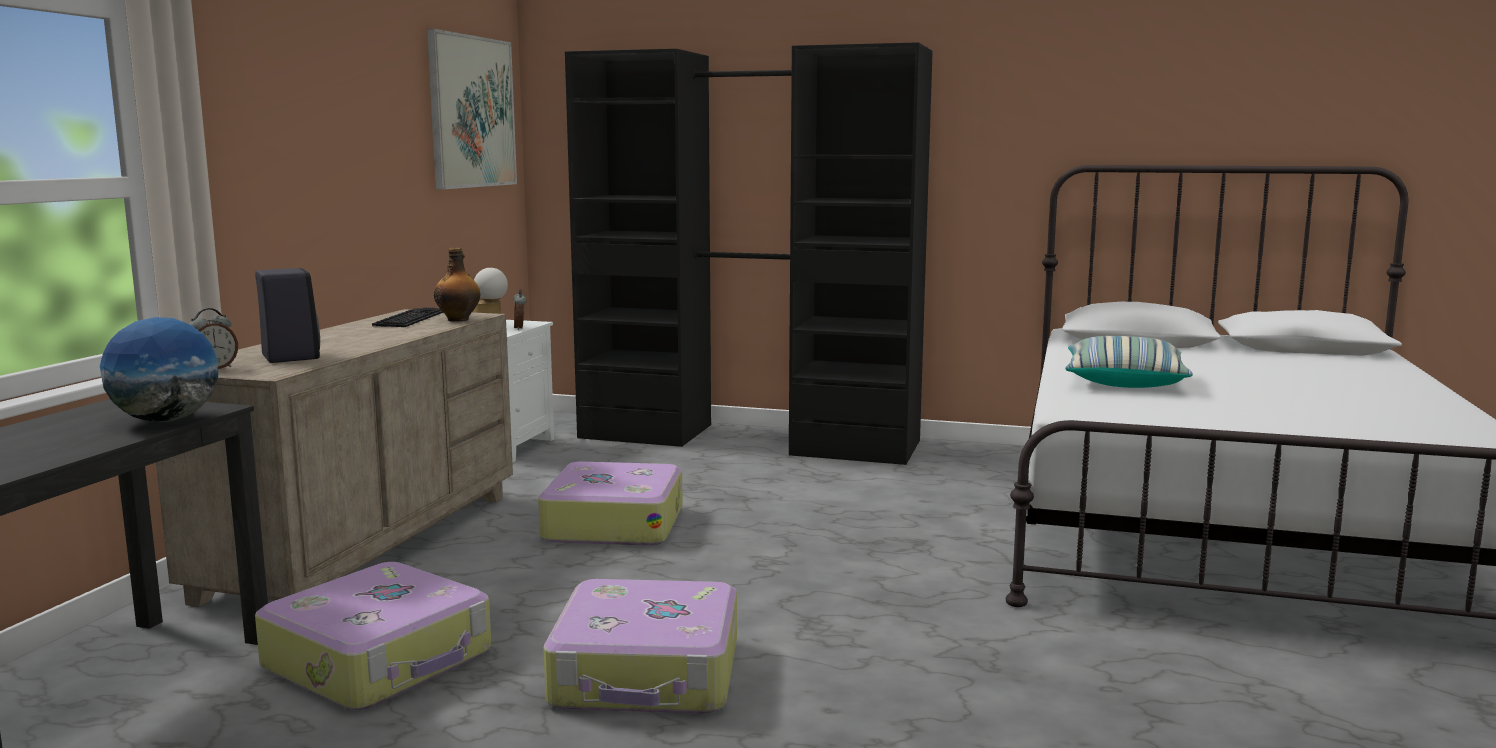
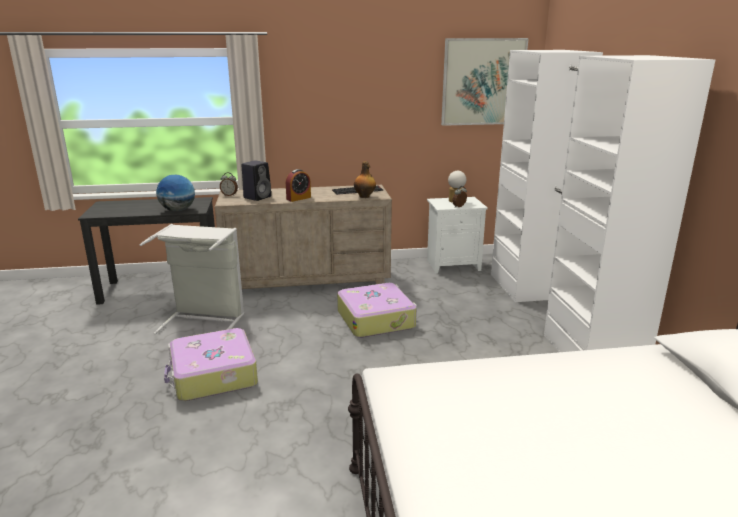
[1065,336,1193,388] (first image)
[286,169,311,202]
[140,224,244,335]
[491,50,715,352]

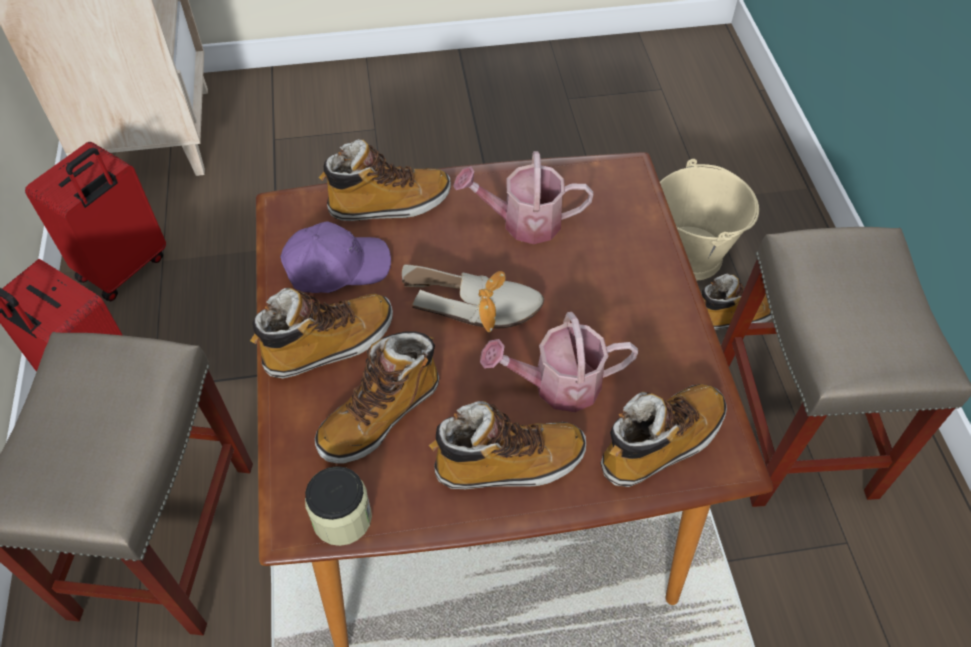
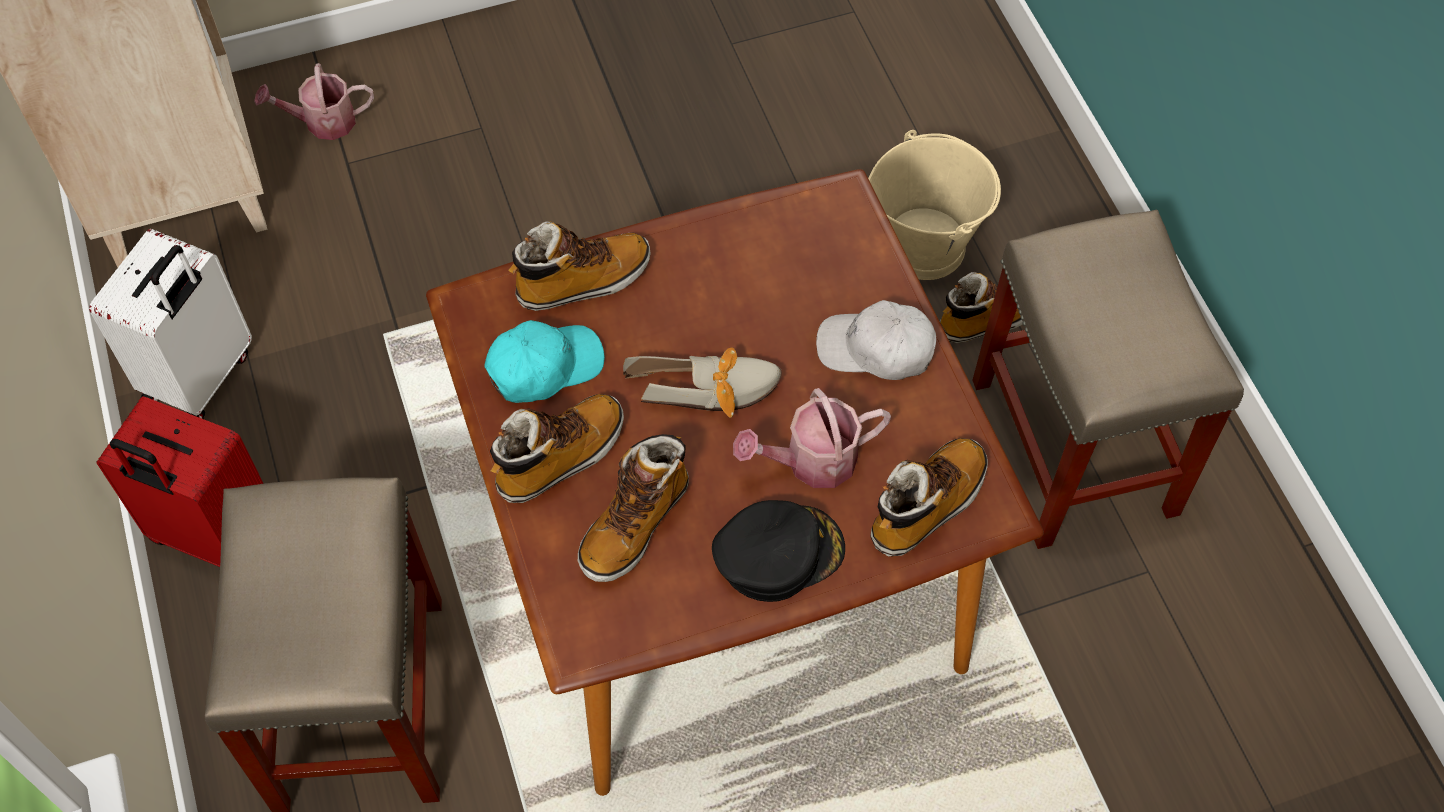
[305,466,372,546] (first image)
[816,300,936,380]
[254,63,374,140]
[712,500,845,602]
[89,229,252,419]
[484,320,605,403]

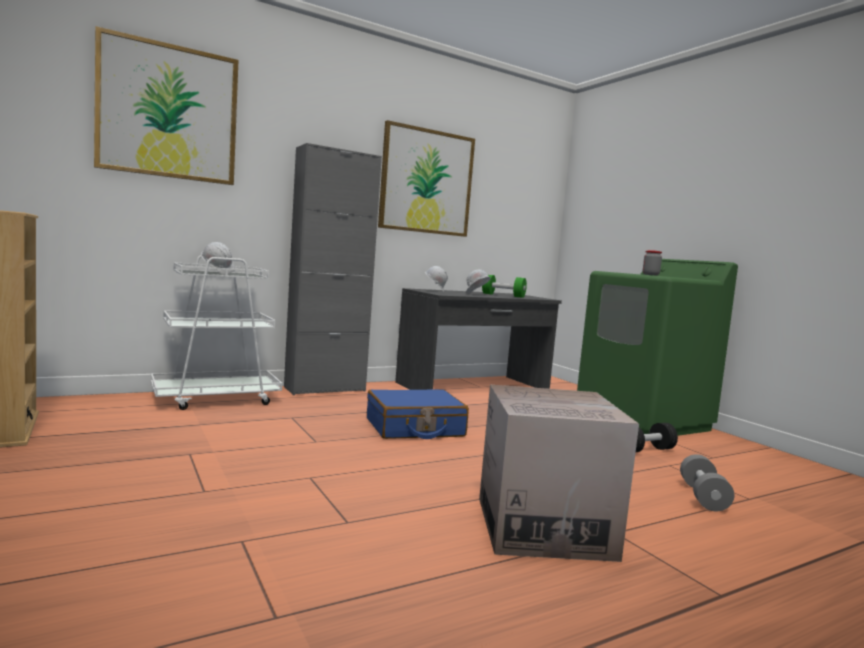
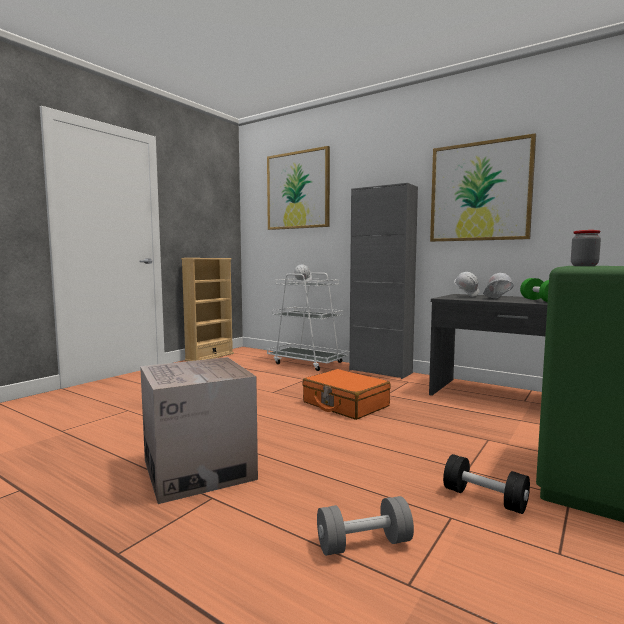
[302,369,391,420]

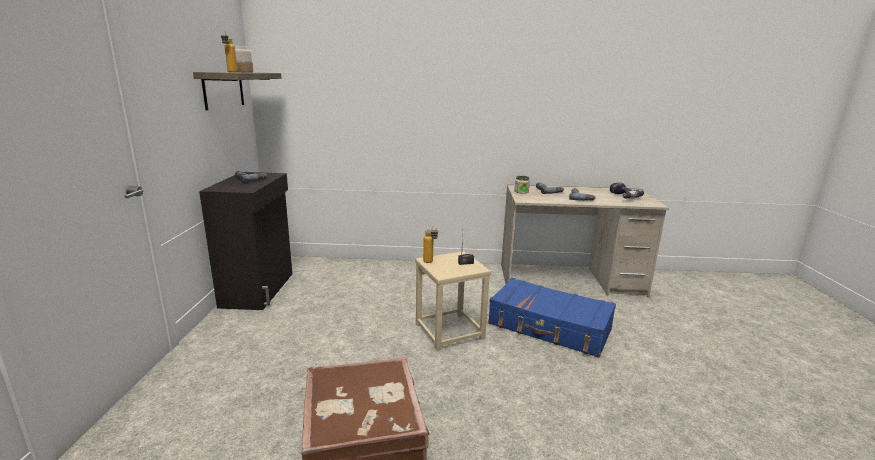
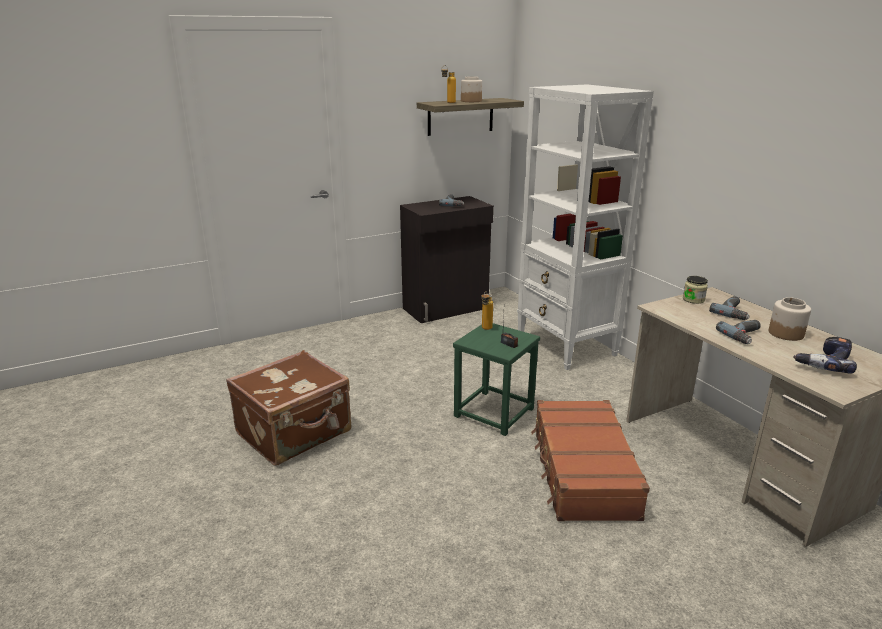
[517,84,654,370]
[769,297,811,341]
[453,323,540,436]
[531,400,650,521]

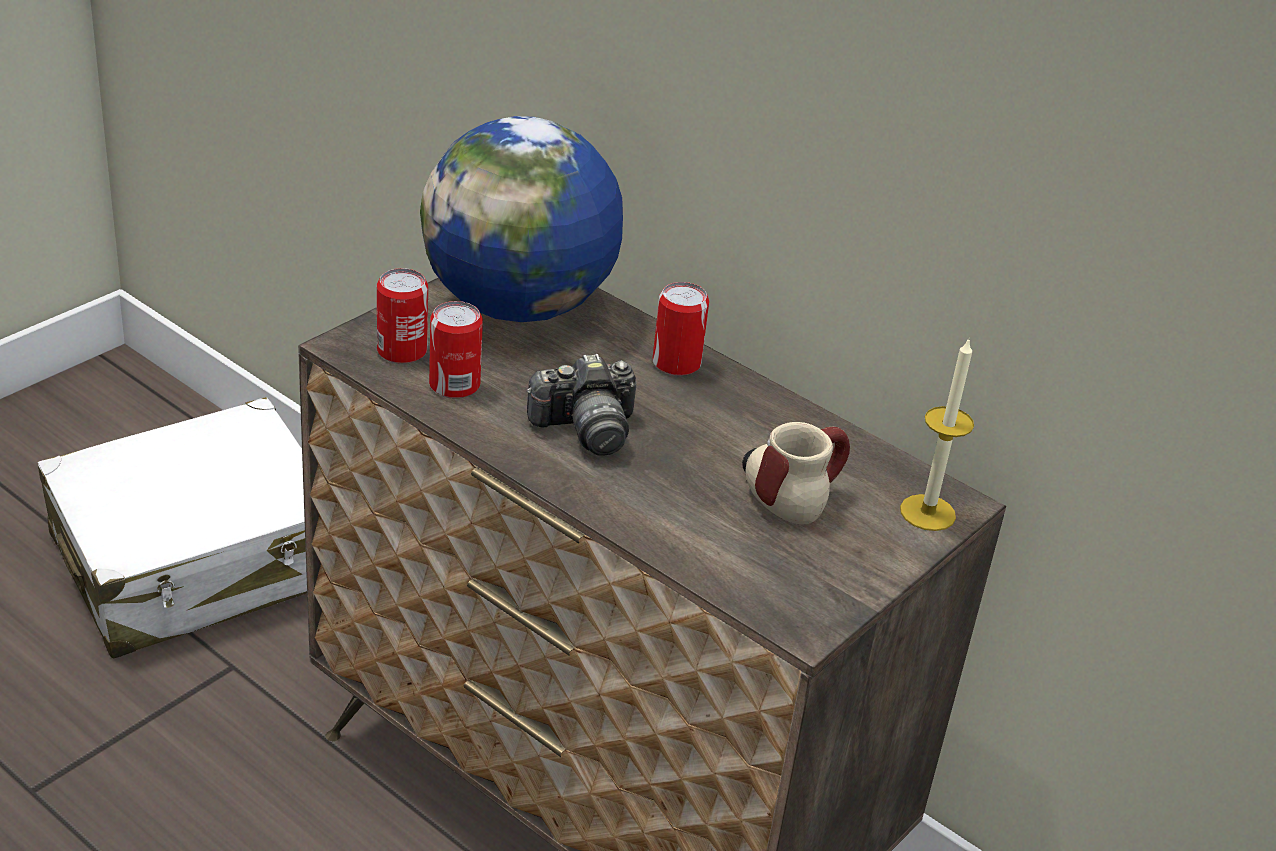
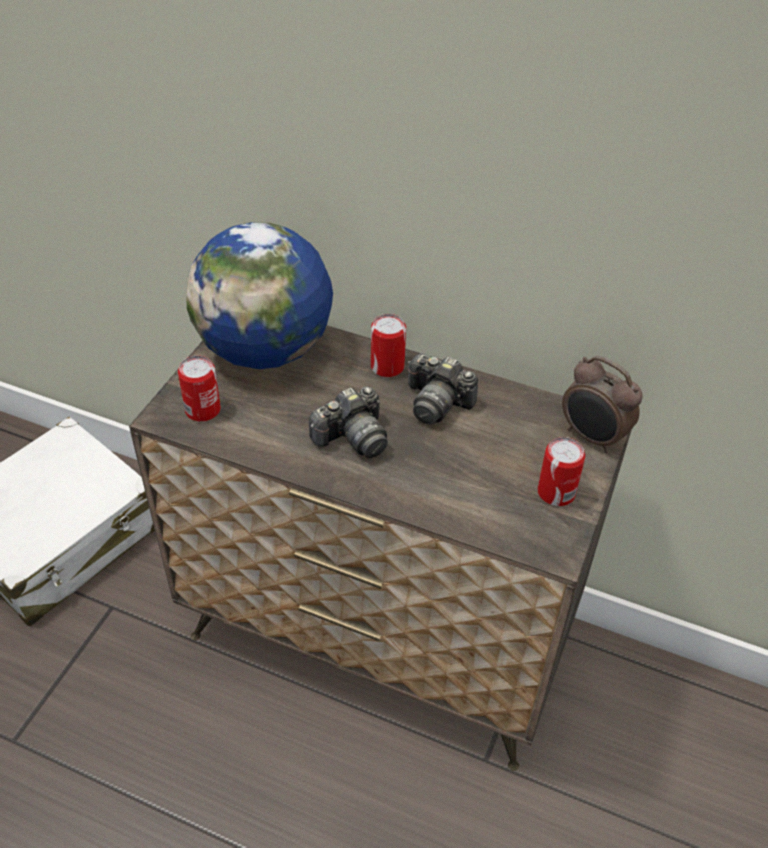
[742,422,850,525] (first image)
[408,353,478,425]
[537,437,585,506]
[562,356,643,453]

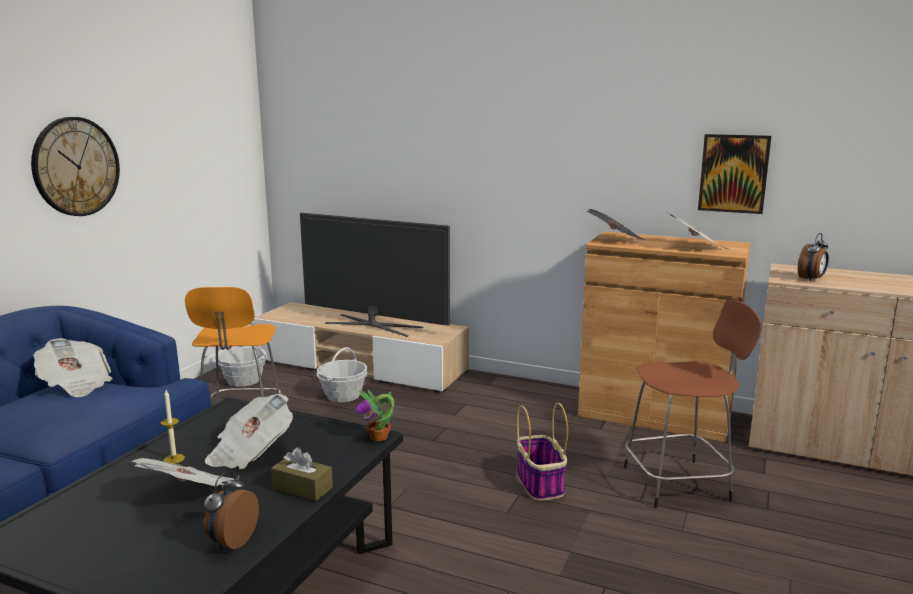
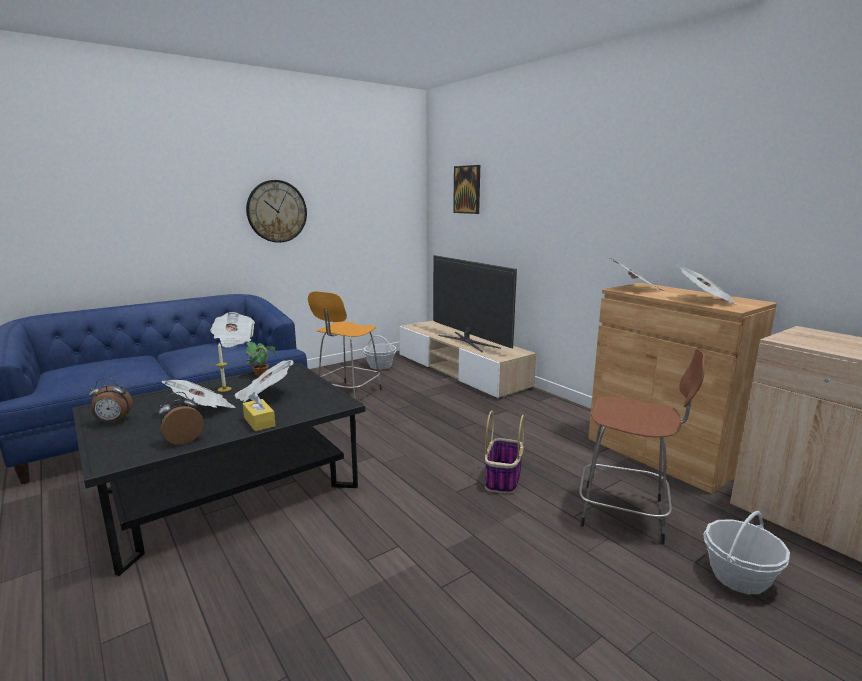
[704,511,790,594]
[245,341,275,376]
[453,165,480,214]
[88,378,133,424]
[243,392,276,431]

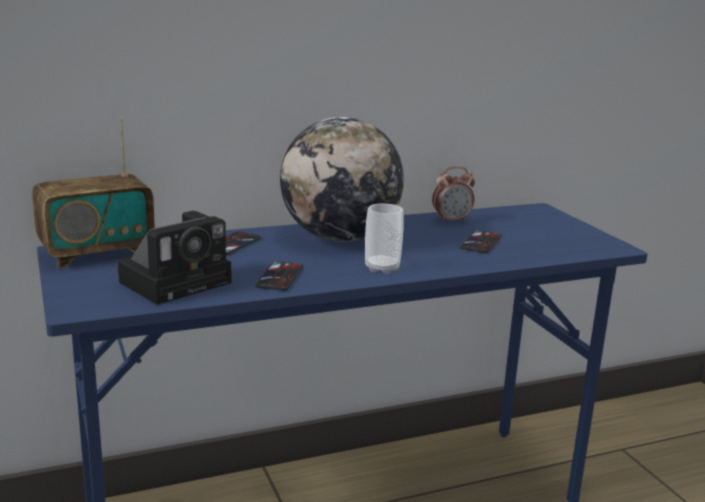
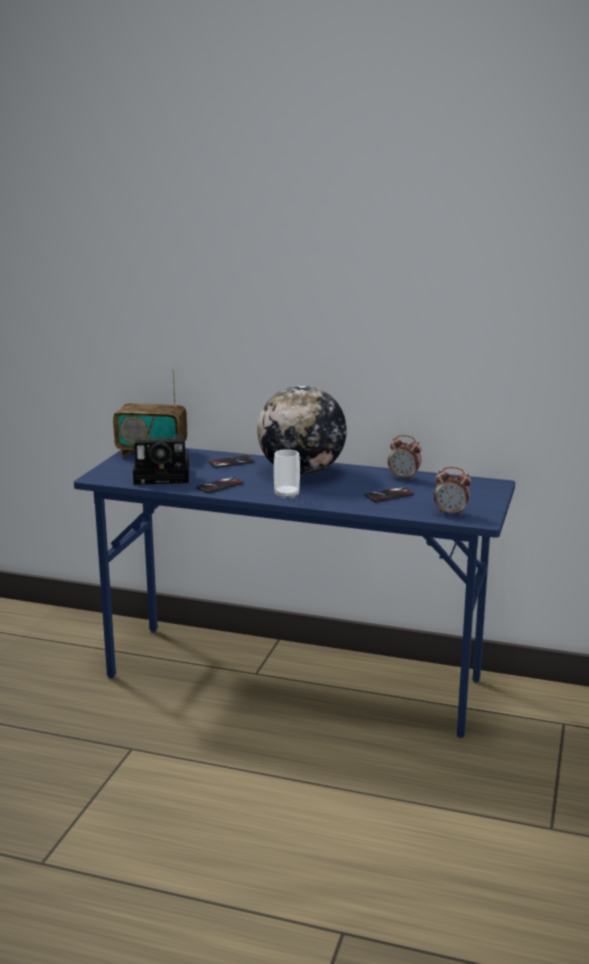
[434,467,471,516]

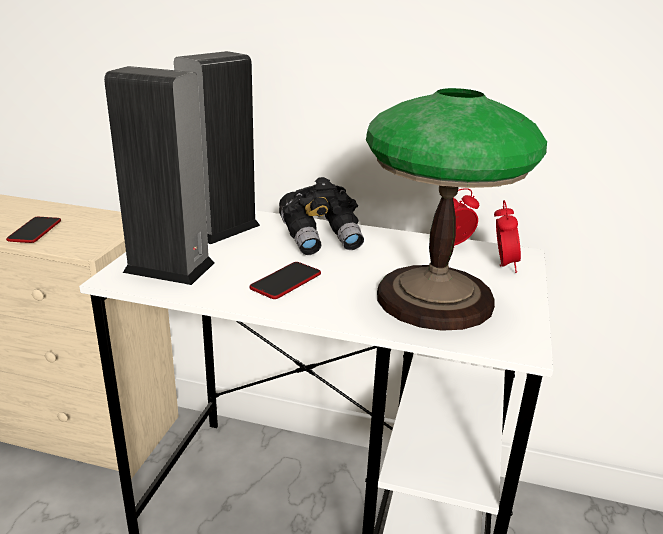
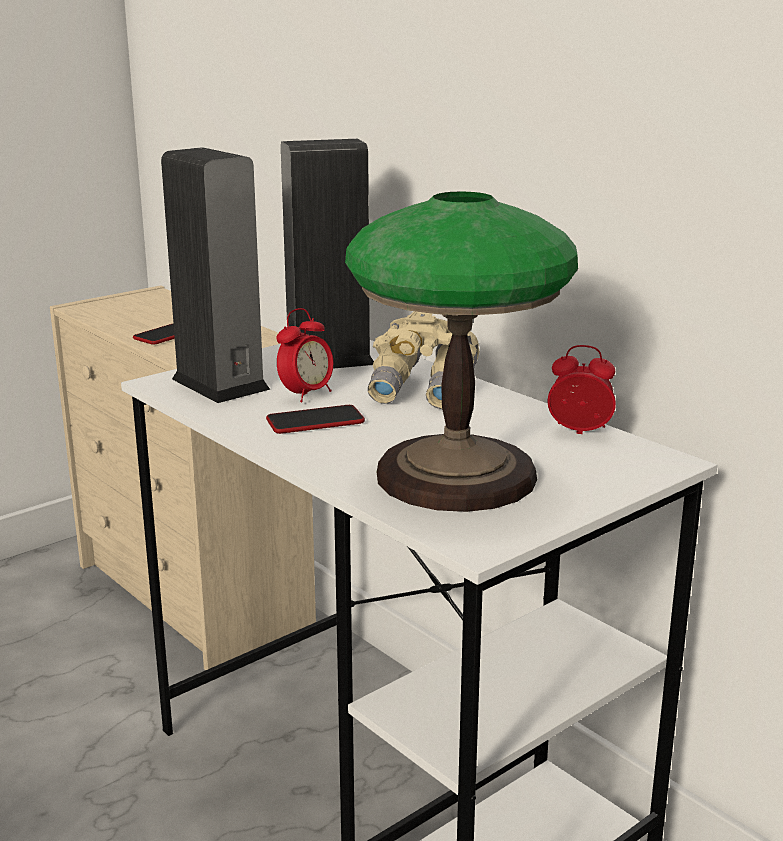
[276,308,333,402]
[368,311,480,409]

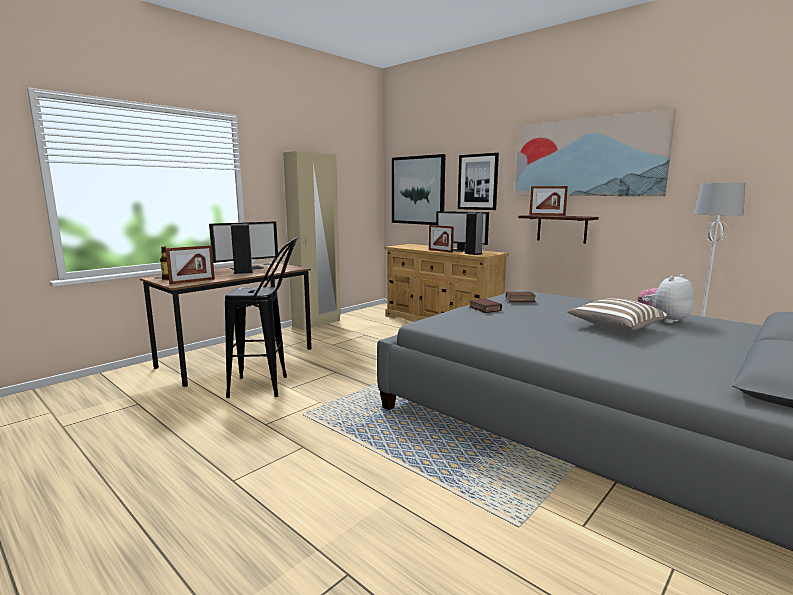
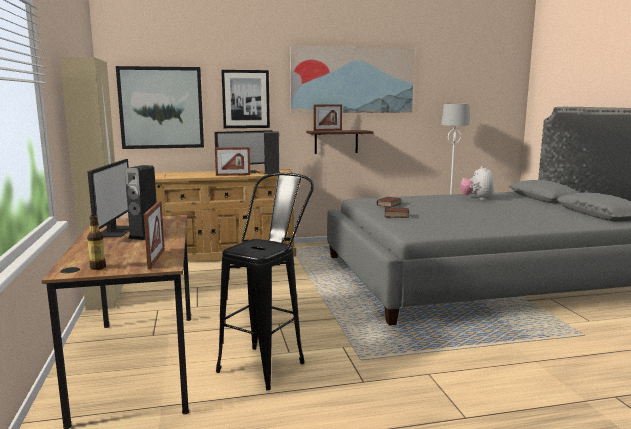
[567,298,668,332] (first image)

